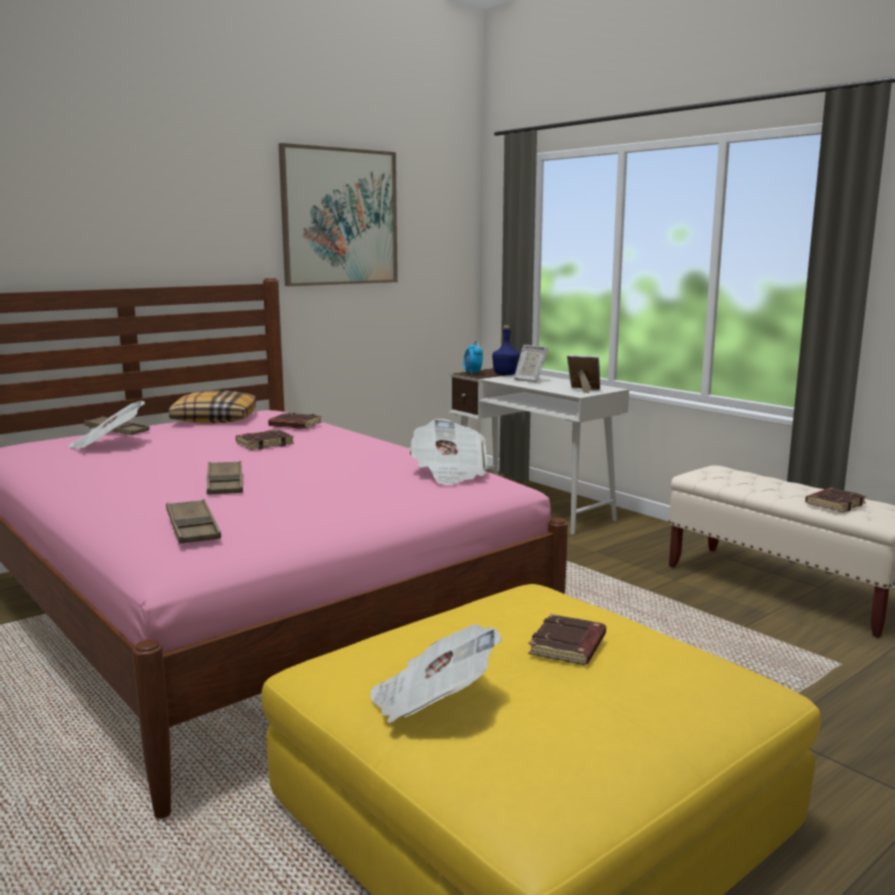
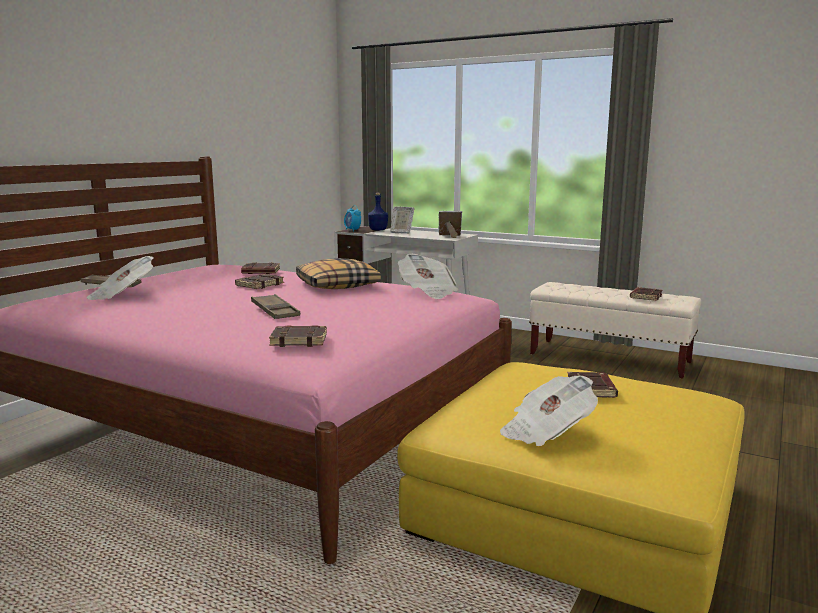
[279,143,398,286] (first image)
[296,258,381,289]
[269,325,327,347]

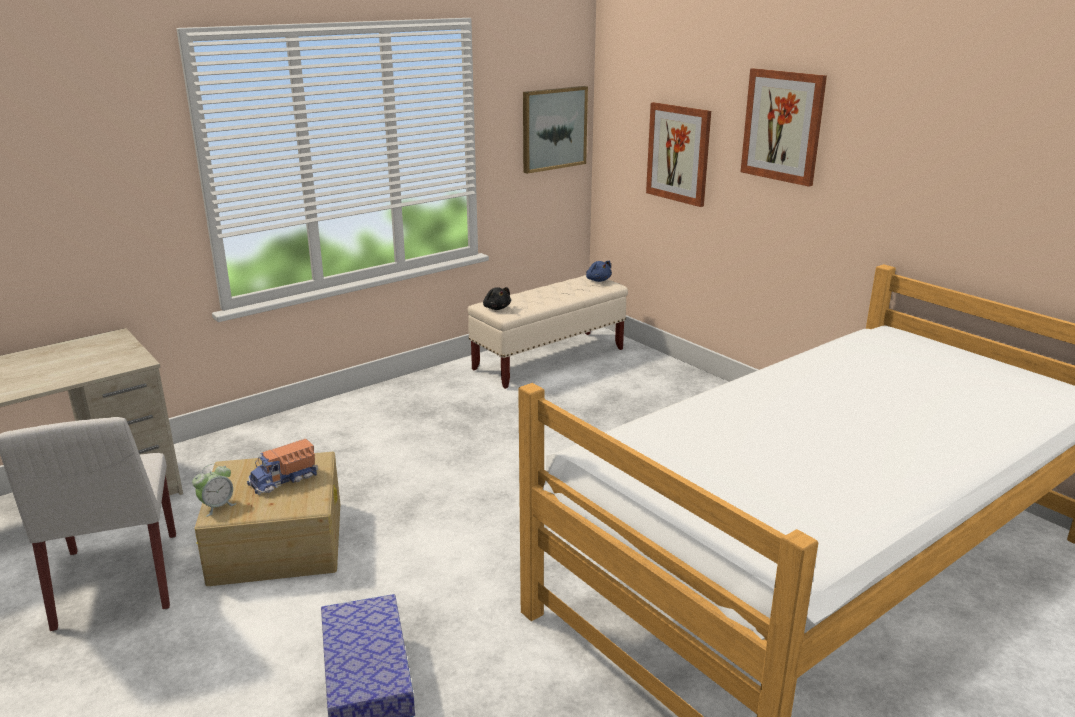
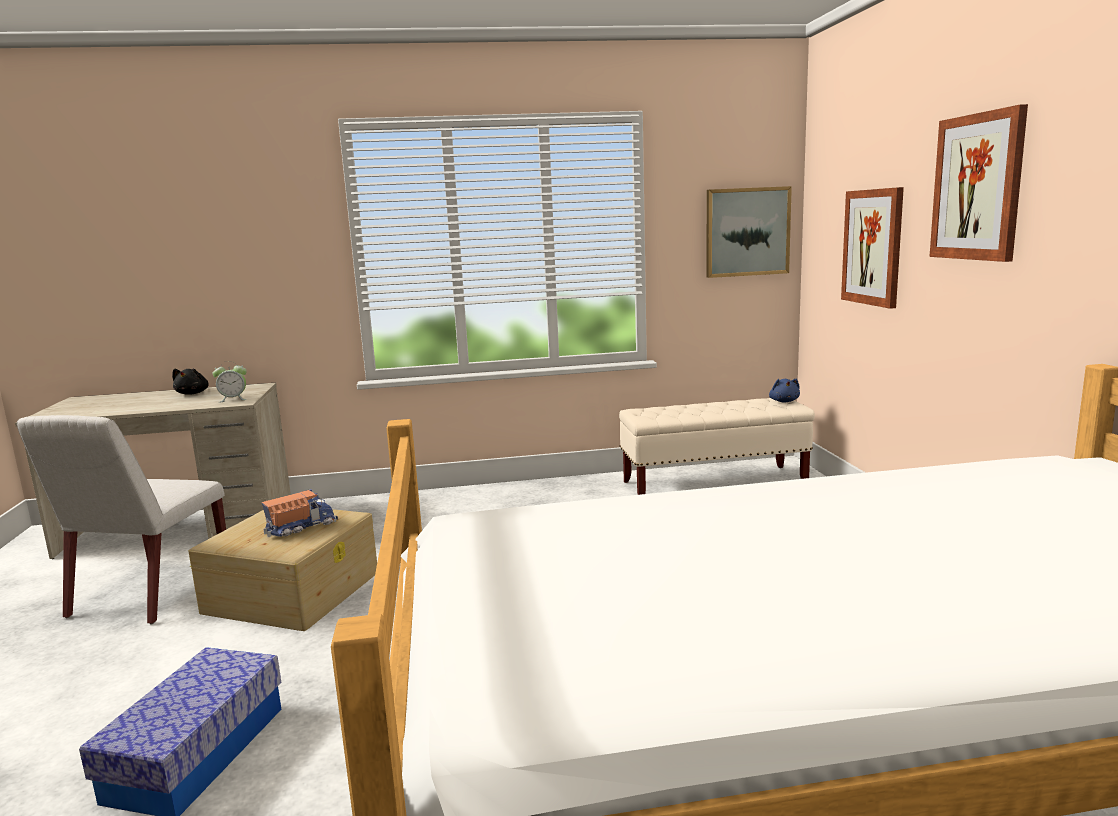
[212,361,247,403]
[172,369,209,395]
[262,489,338,537]

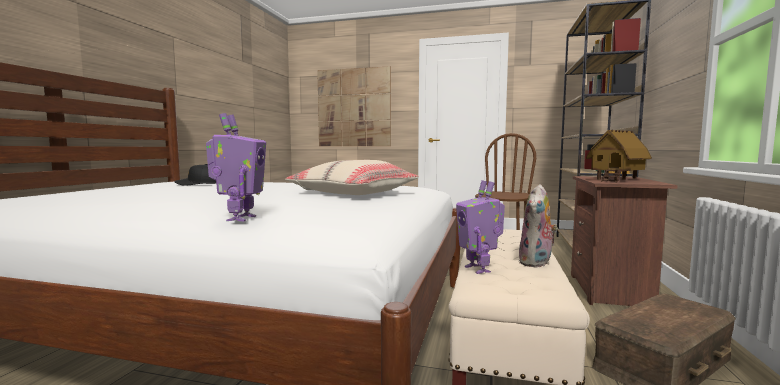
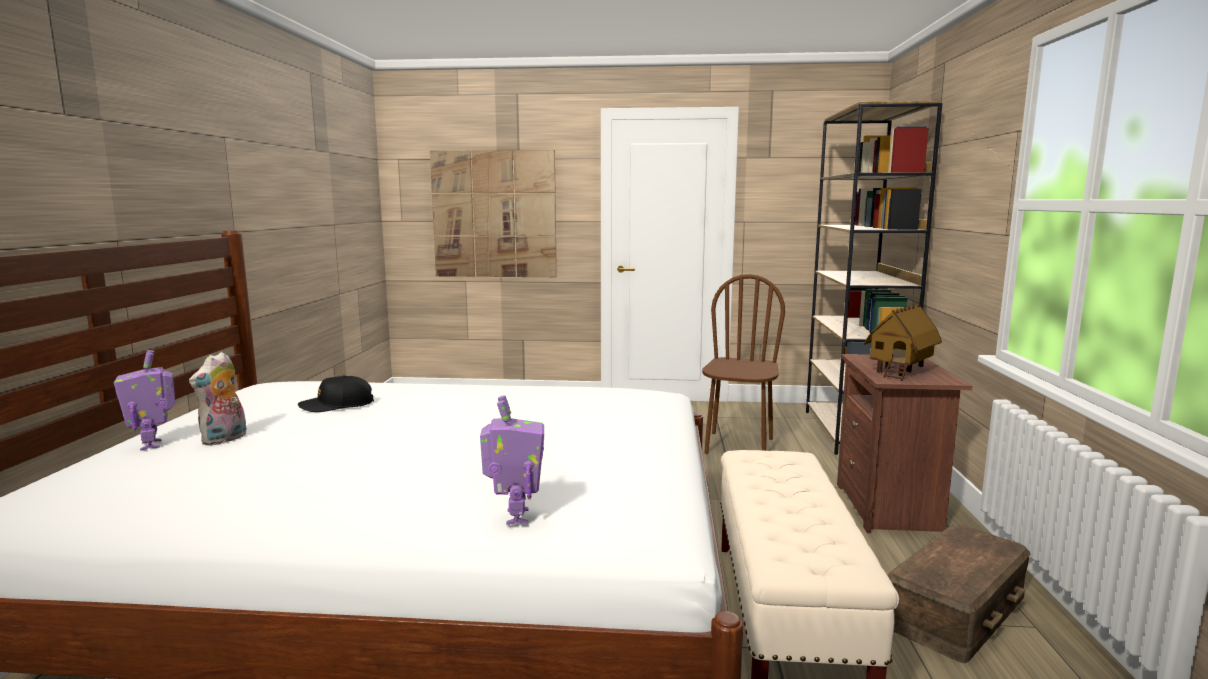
[285,160,419,195] (first image)
[114,350,175,451]
[189,352,247,446]

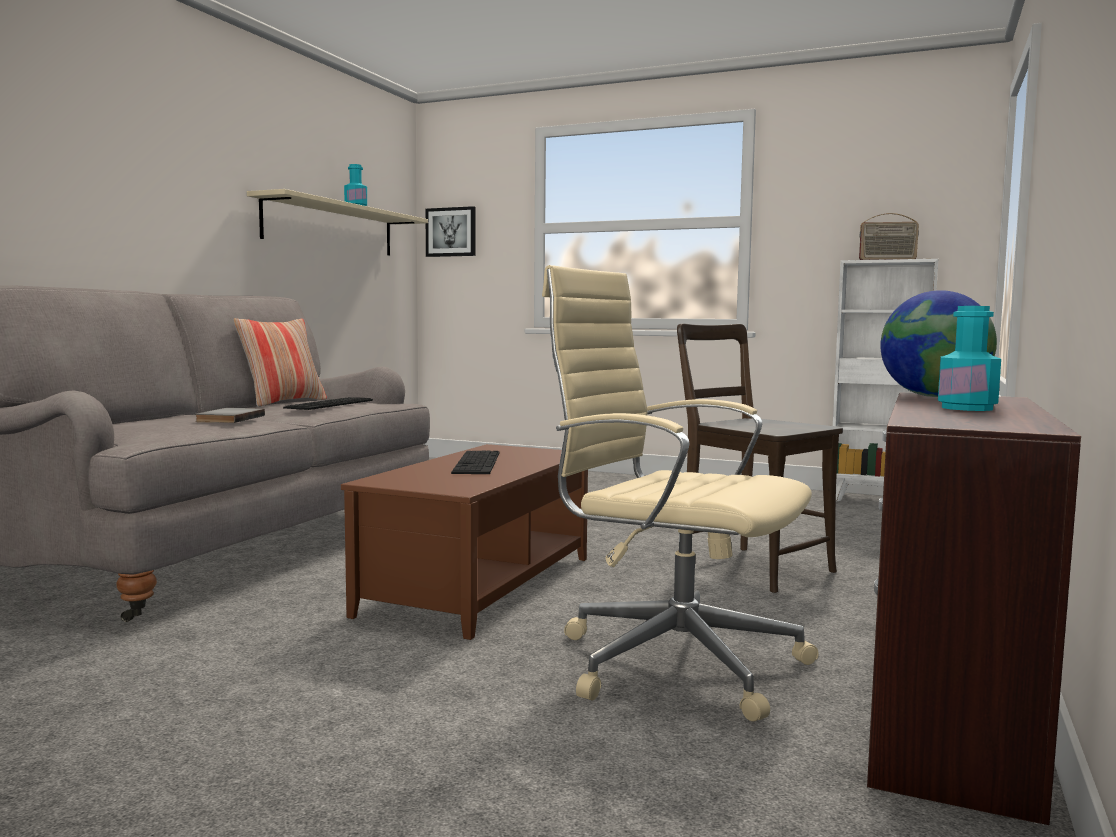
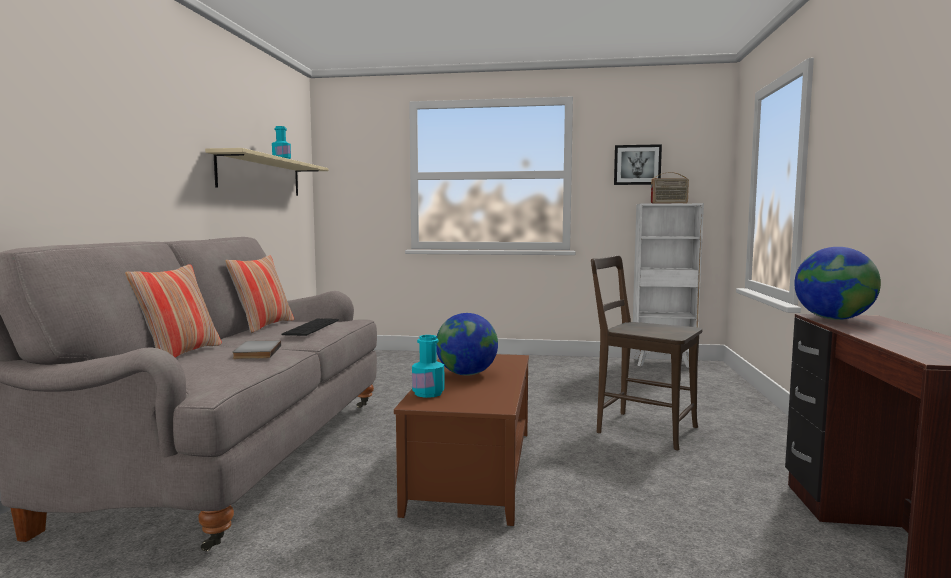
[542,265,819,722] (first image)
[125,264,222,358]
[614,144,662,185]
[412,335,444,398]
[436,313,498,376]

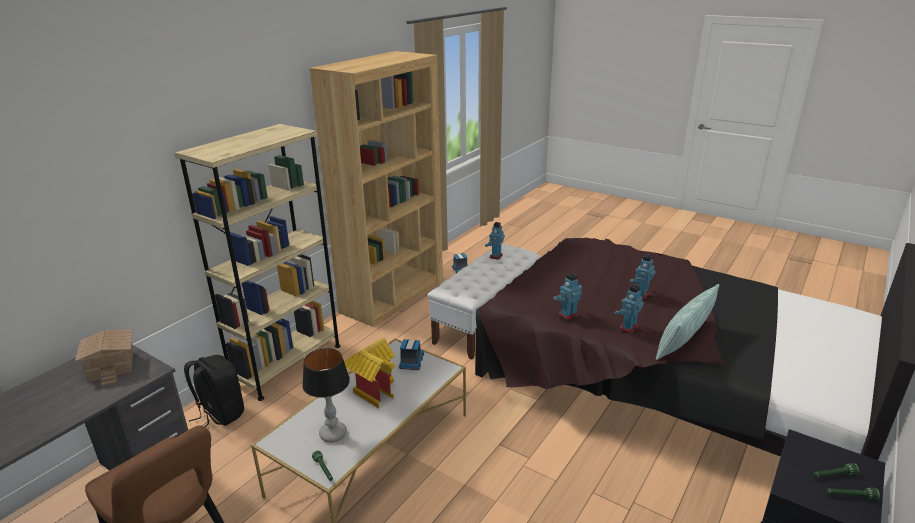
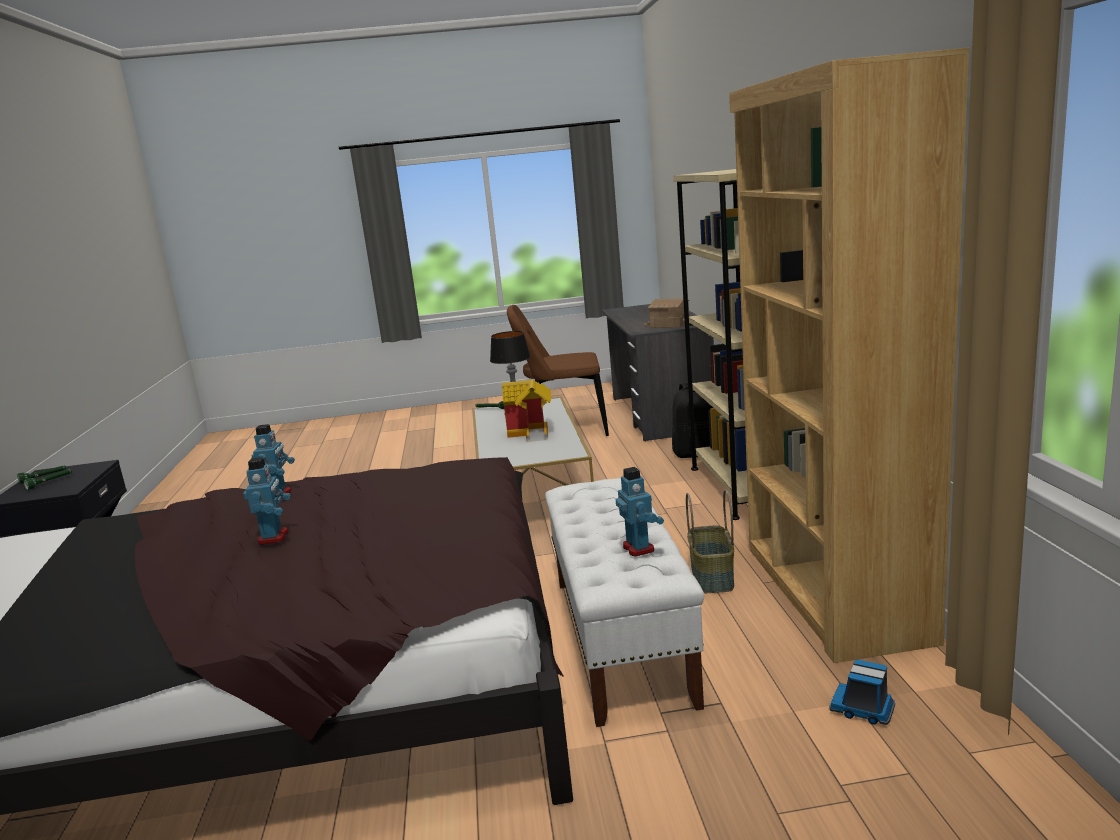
[399,339,424,370] (first image)
[553,273,582,320] (first image)
[656,284,719,360] (first image)
[686,490,734,593]

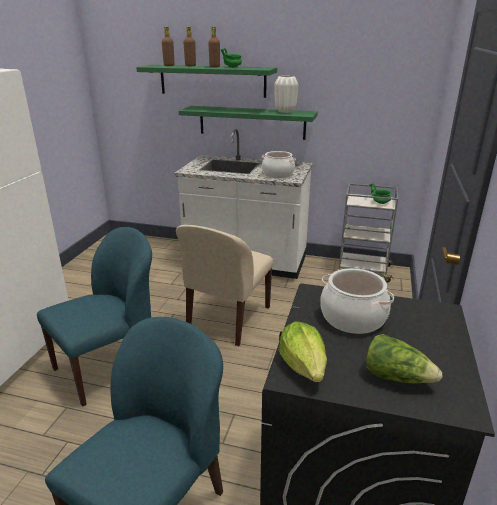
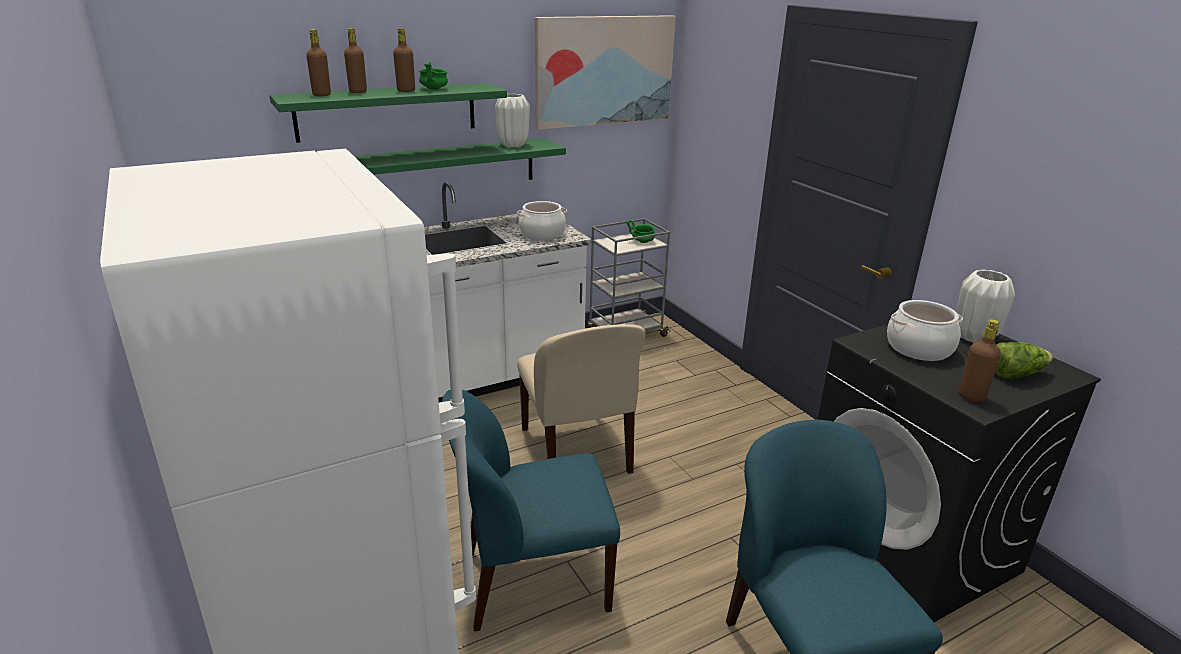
[535,15,676,130]
[956,269,1015,343]
[959,319,1001,402]
[442,390,620,632]

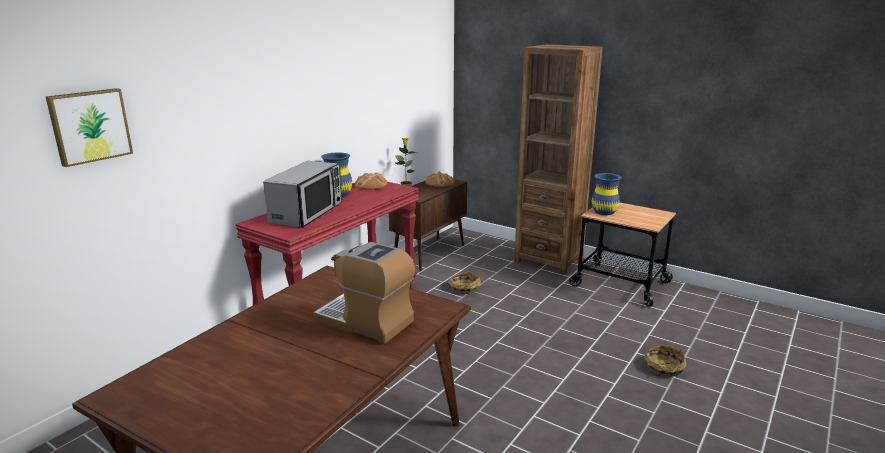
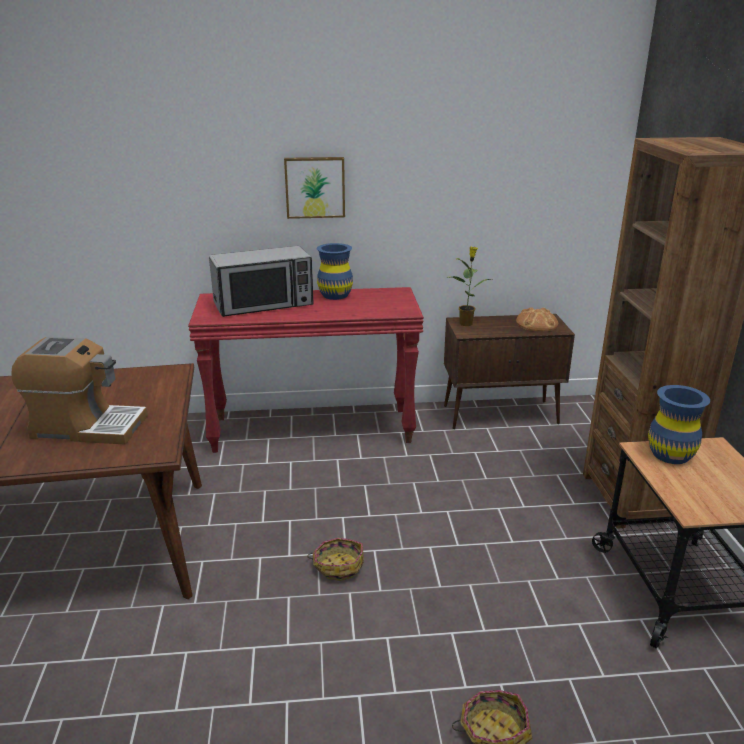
[355,172,388,190] (first image)
[284,157,345,219]
[307,538,364,581]
[11,337,148,444]

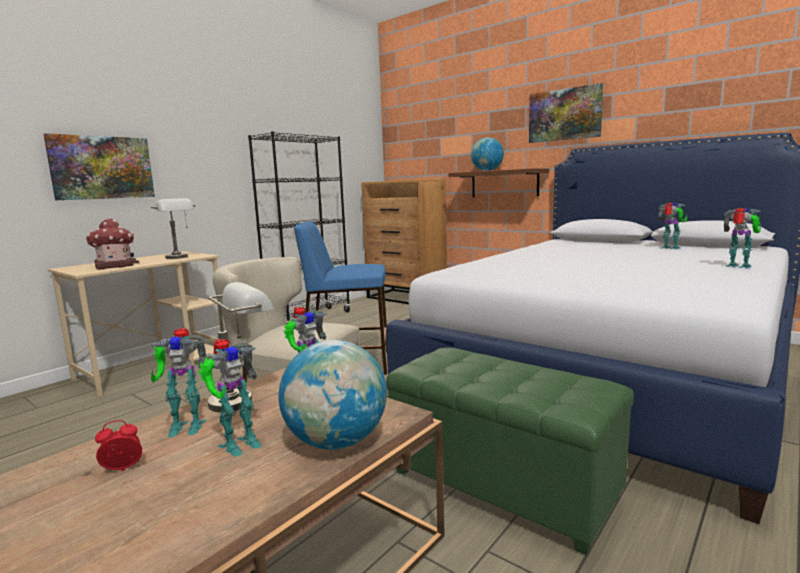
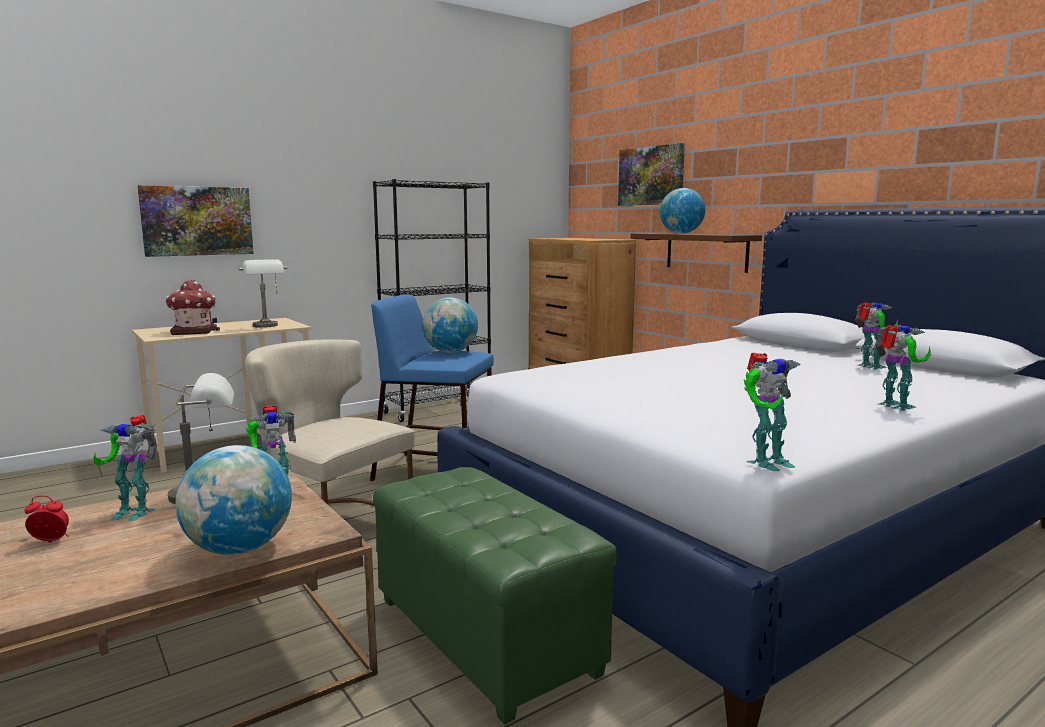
[423,297,478,353]
[744,353,800,471]
[618,143,685,206]

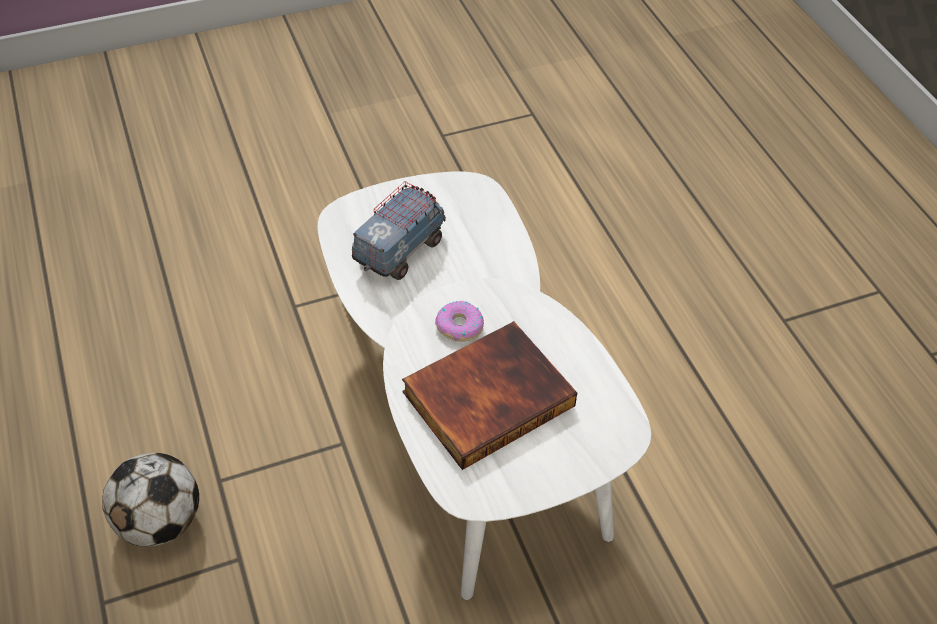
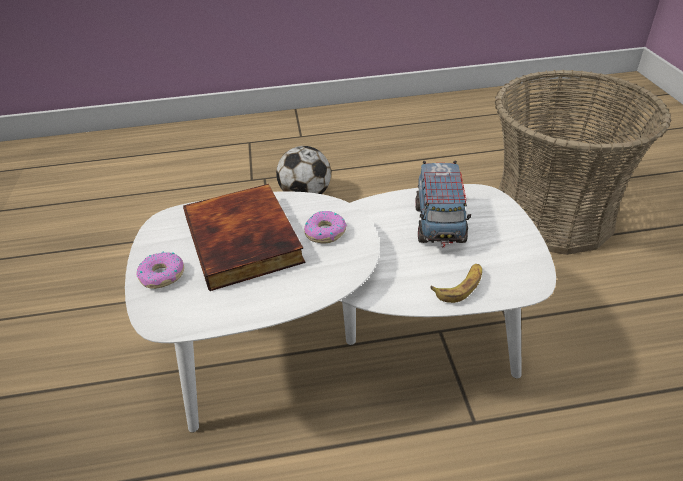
[136,252,184,289]
[431,264,482,303]
[495,69,672,255]
[415,160,471,247]

